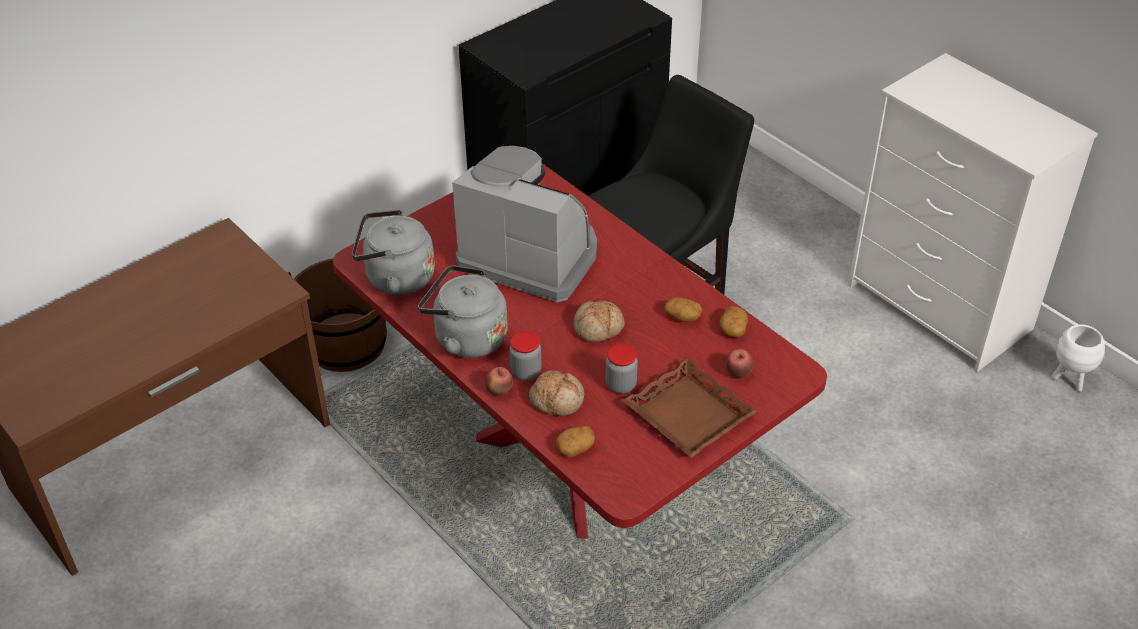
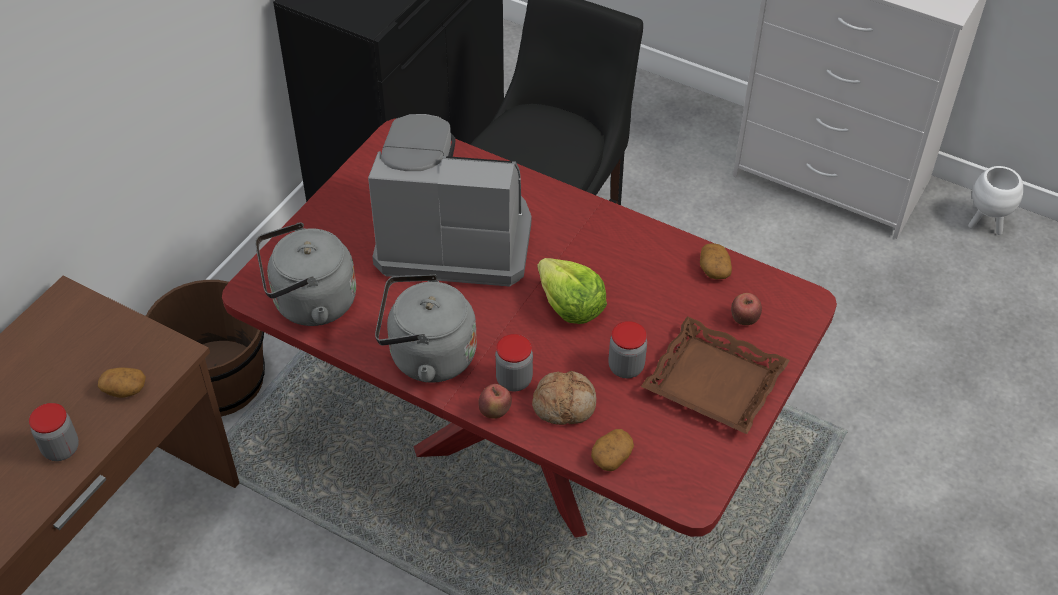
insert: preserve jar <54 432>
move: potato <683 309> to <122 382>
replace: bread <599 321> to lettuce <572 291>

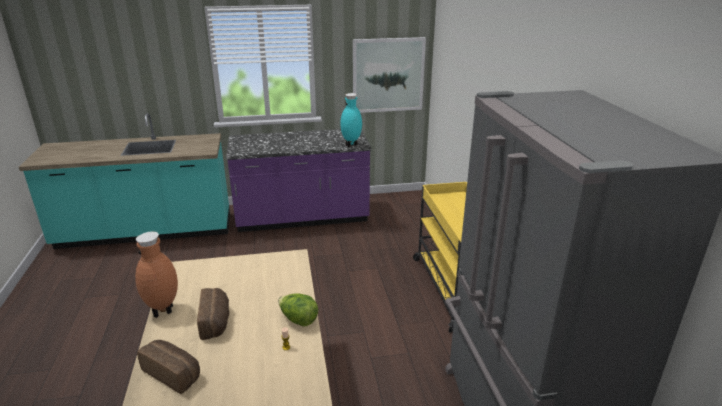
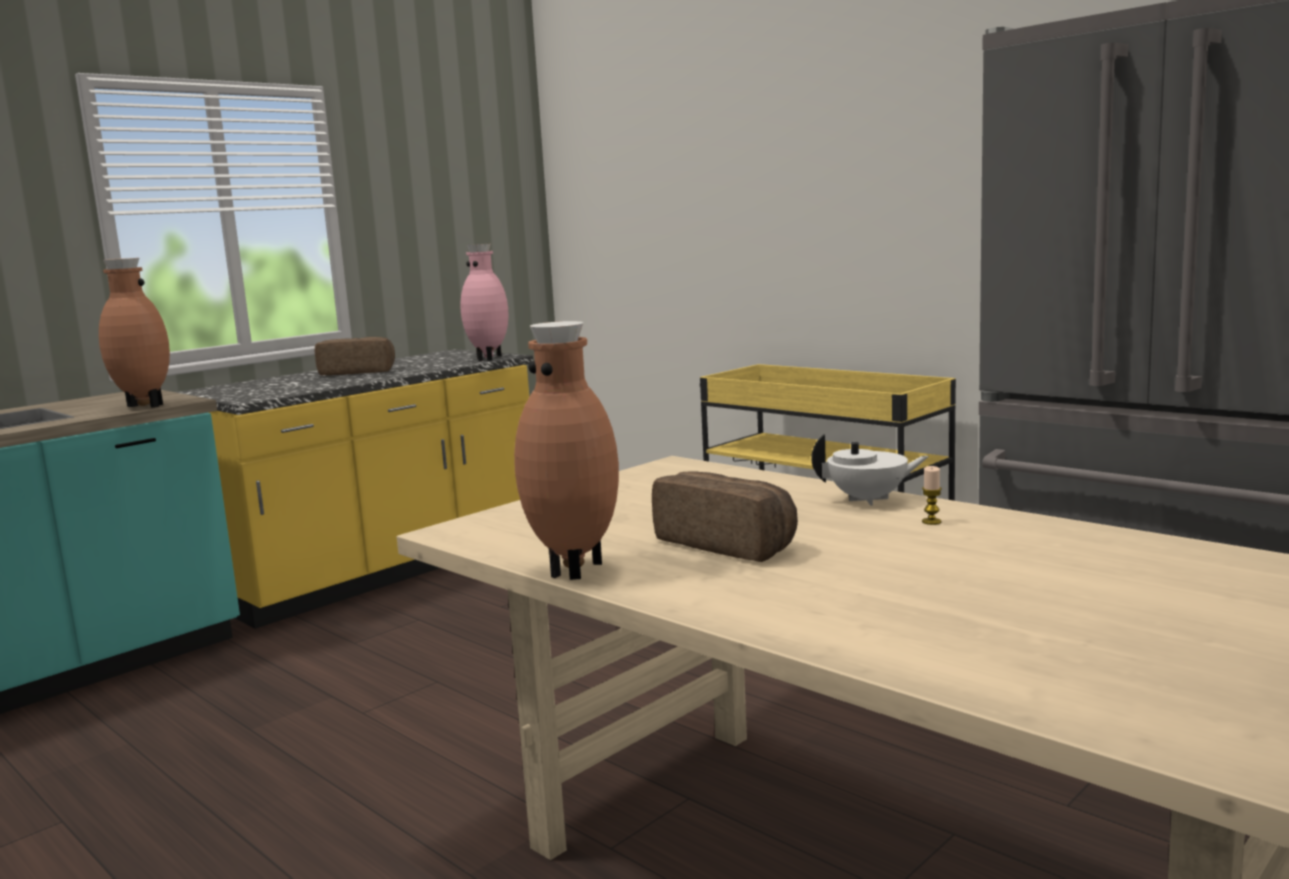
delete: picture <389 75>
insert: brown decorative vase <134 333>
move: bread <168 367> to <355 356>
replace: lettuce <298 309> to white tea pot <870 470>
recolor: purplish kitchen base unit <298 180> to yellow-coloured kitchen base unit <354 489>; turquoise-coloured decorative vase <351 120> to pink-coloured decorative vase <484 302>

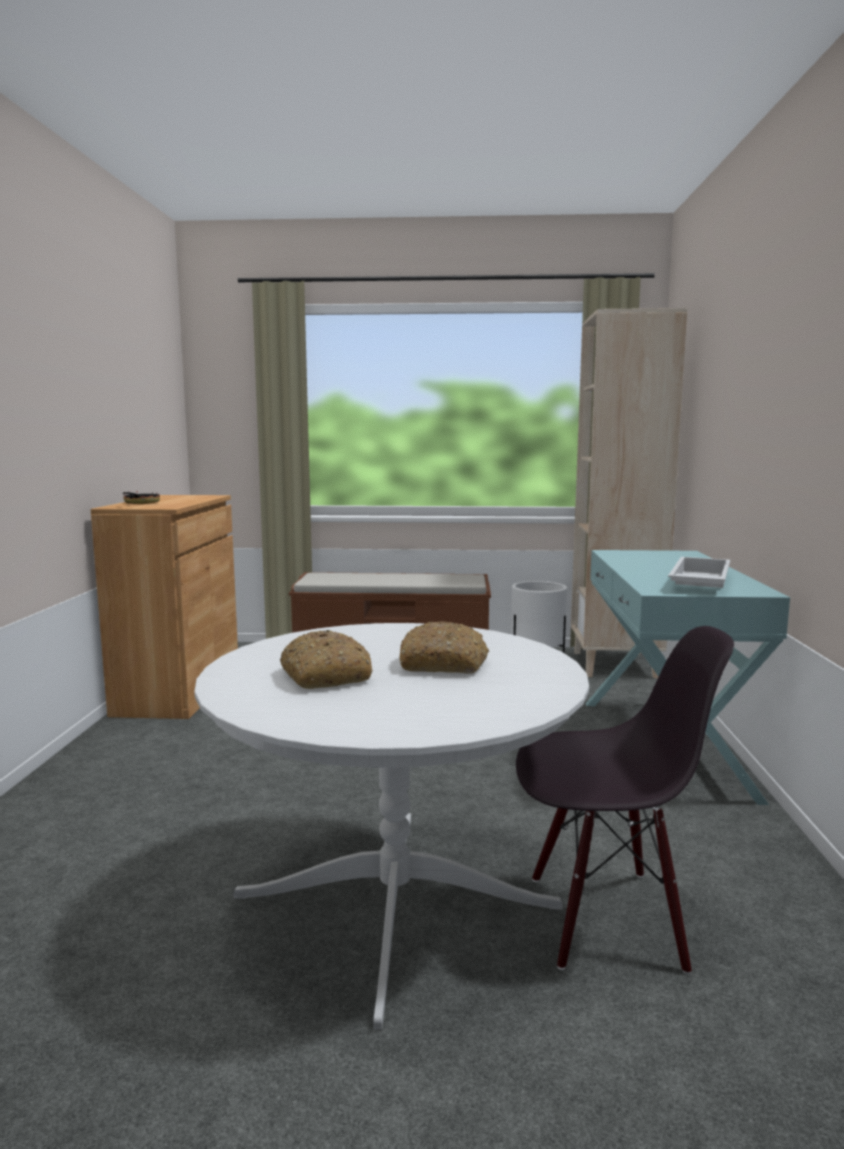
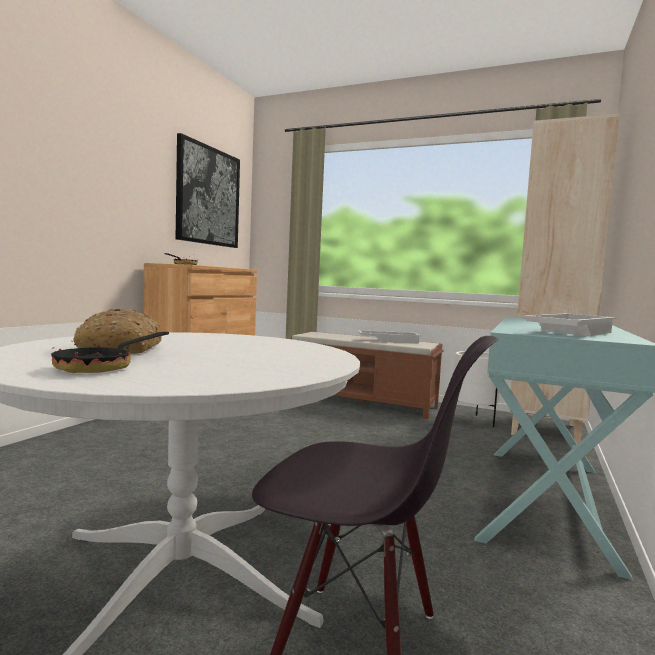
delete: bread <444 647>
insert: frying pan <110 352>; picture <208 190>; white tray <389 337>

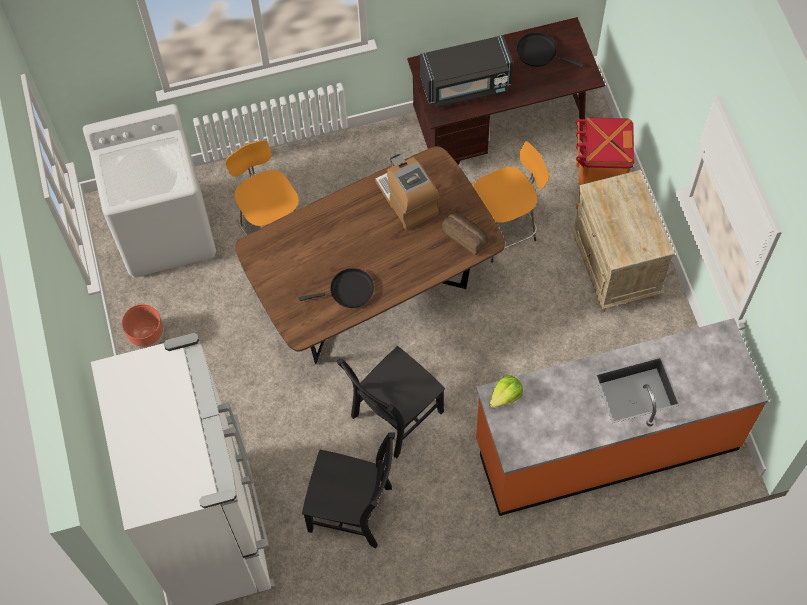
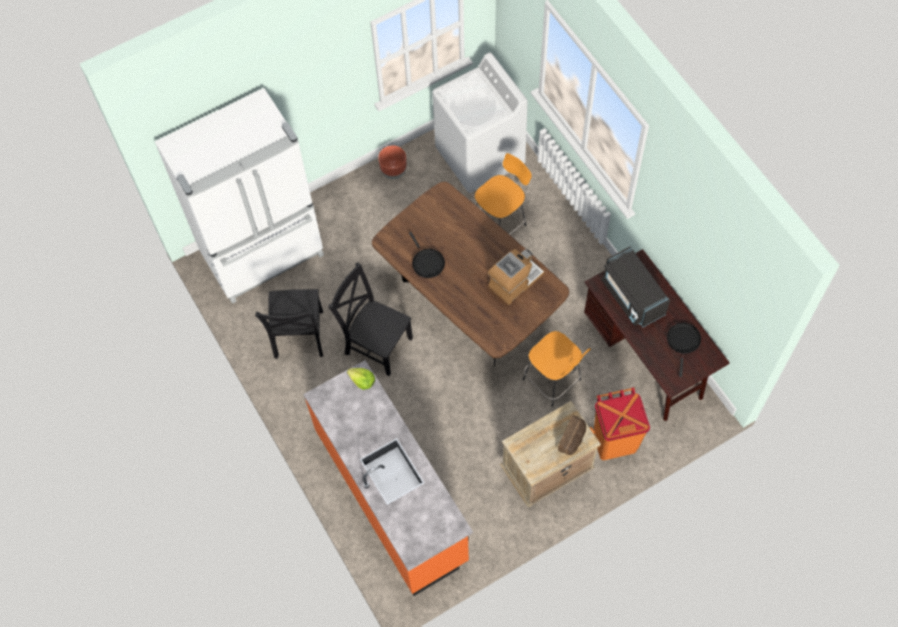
move: bread <465 234> to <572 435>

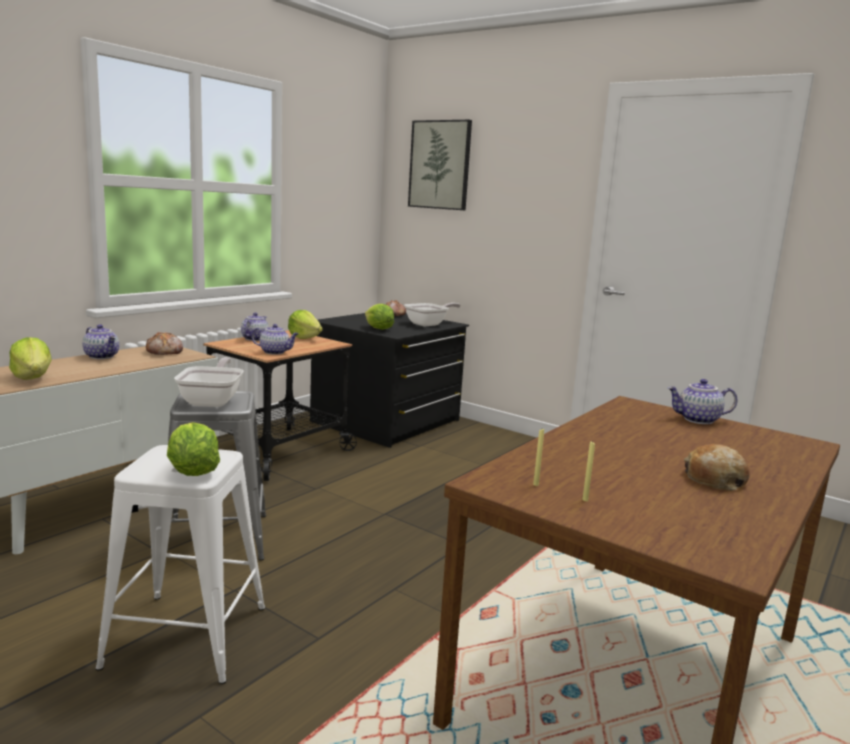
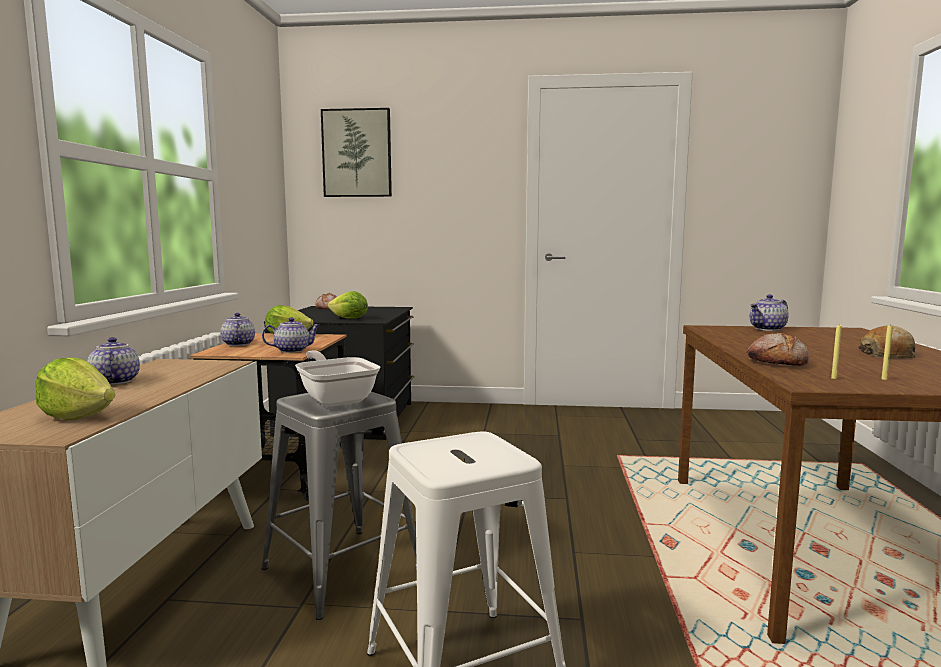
delete: lettuce <193 449>; frying pan <432 315>
move: bread <164 343> to <778 349>
rotate: tea pot <100 341> = <113 361> 120 degrees counterclockwise

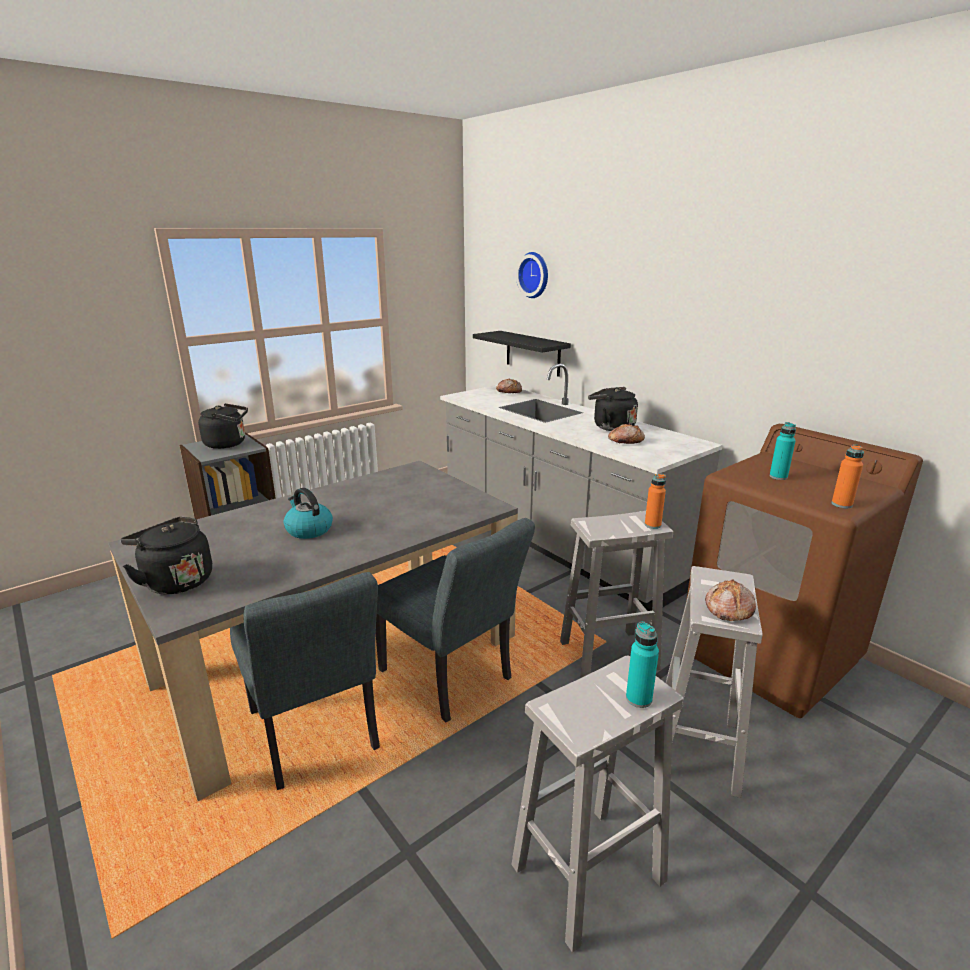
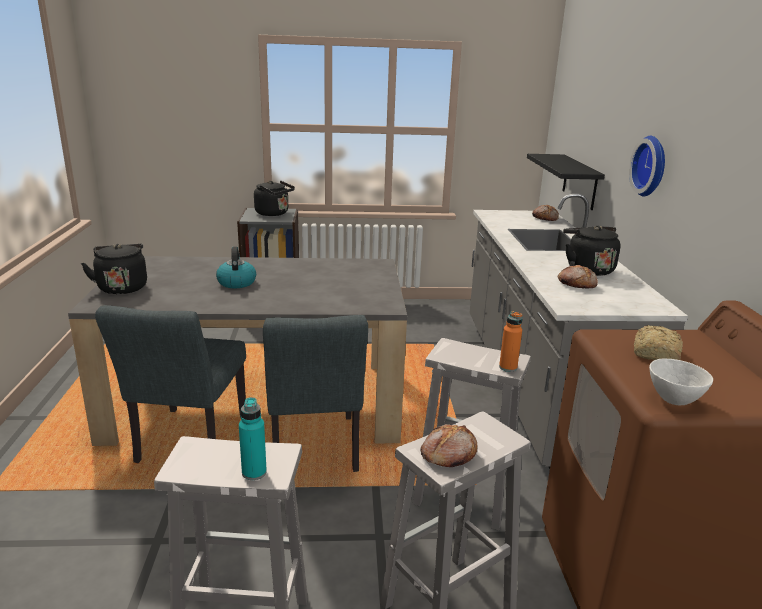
move: clock on the wall <532 275> to <647 166>
replace: turquoise-coloured beverage bottle <783 451> to bread <658 342>; orangey beverage bottle <848 476> to white bowl <681 382>

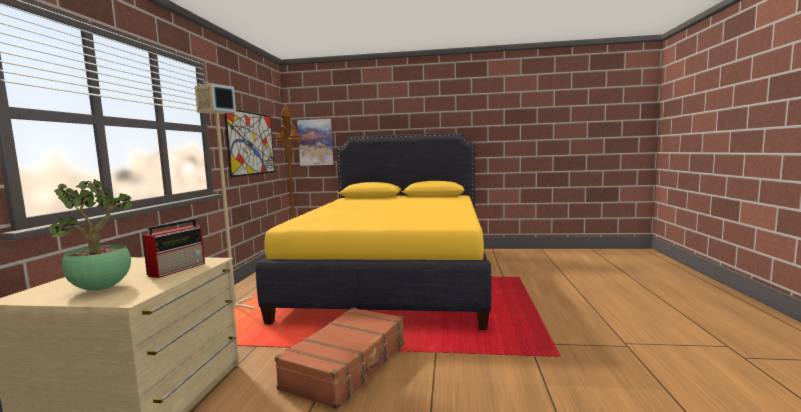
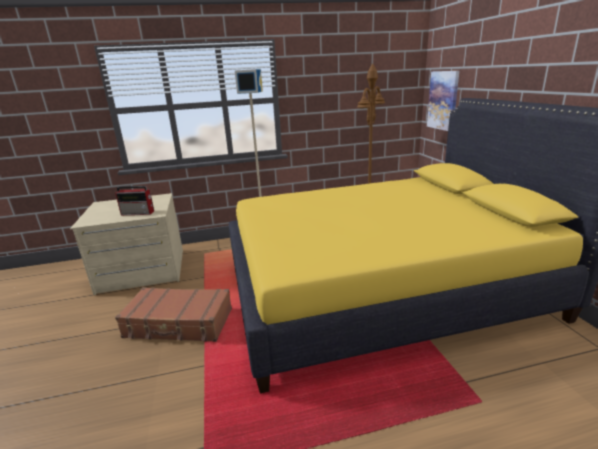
delete: plant in a pot <89 235>; picture <249 144>

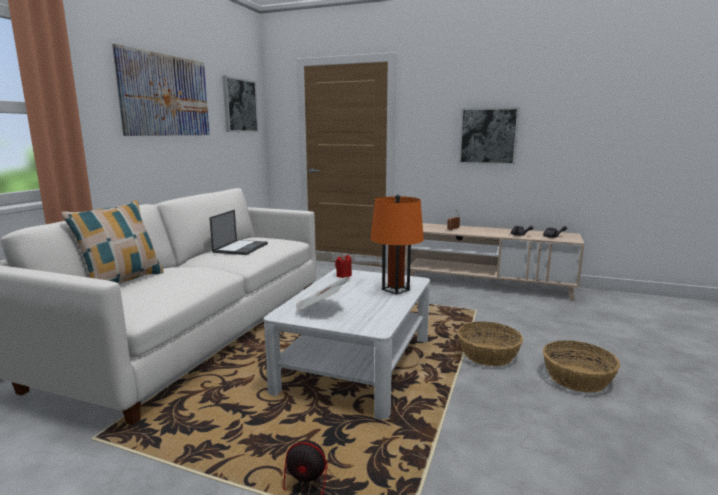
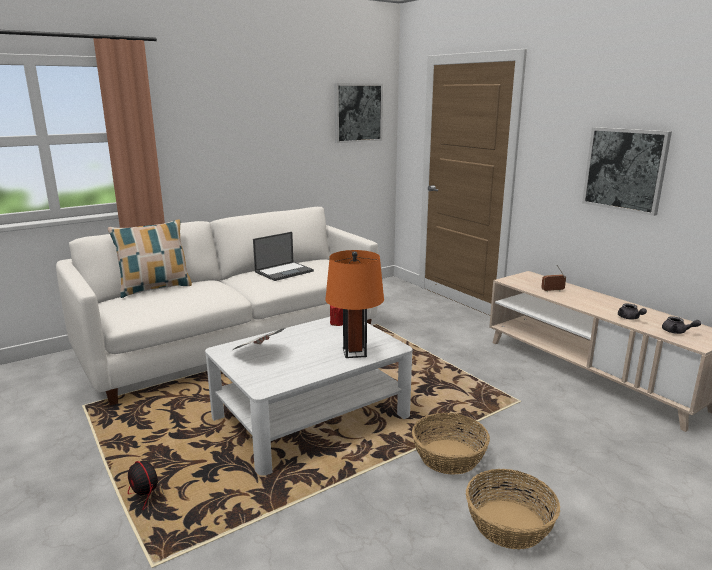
delete: picture <161 90>

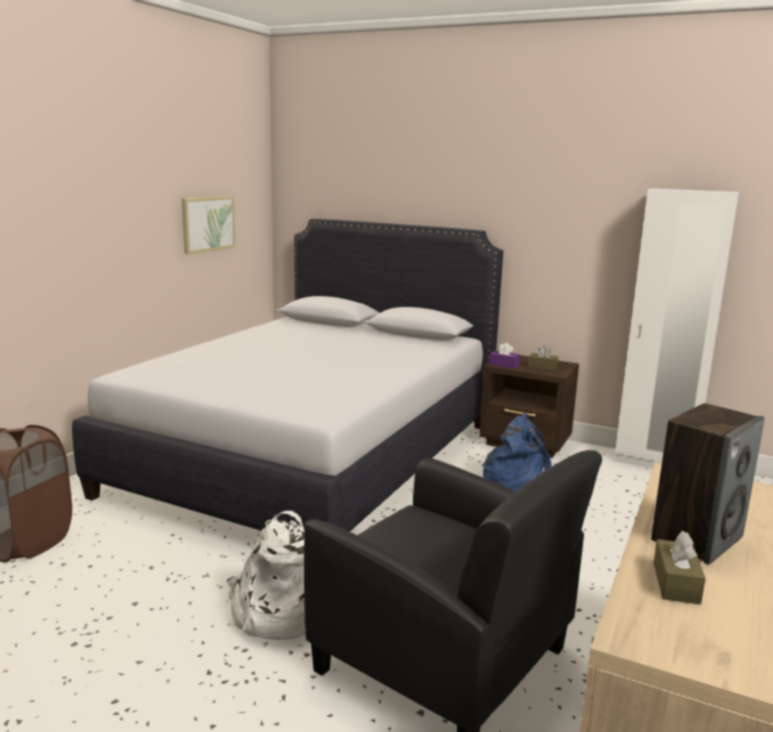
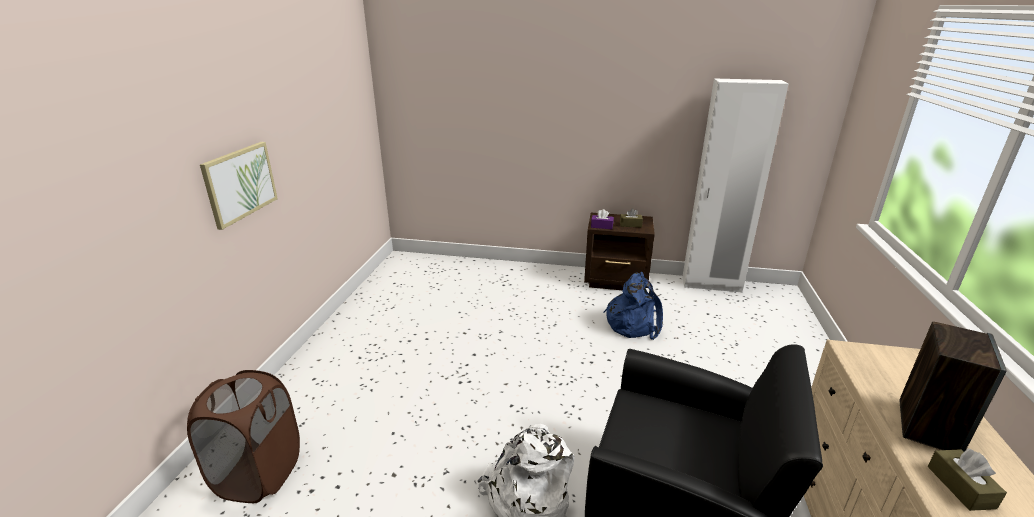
delete: white bed <287 375>
move: picture <209 225> to <239 186>

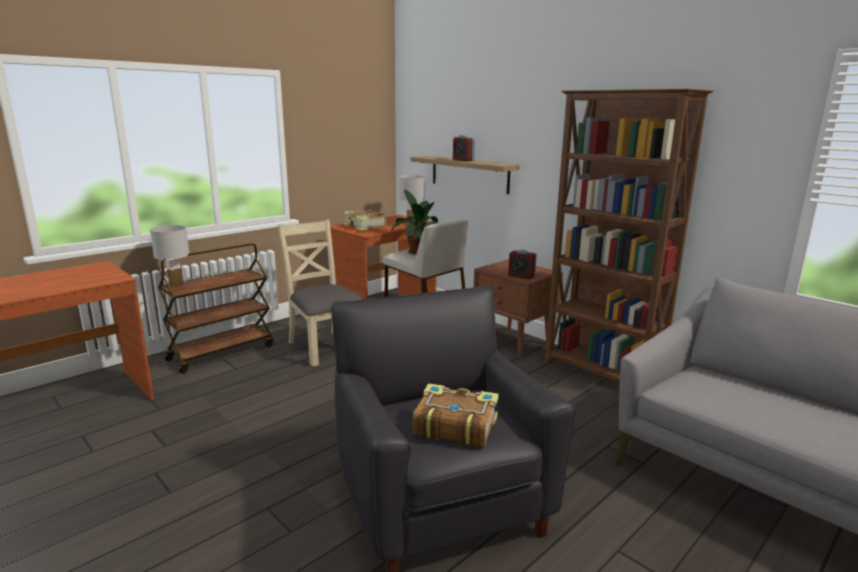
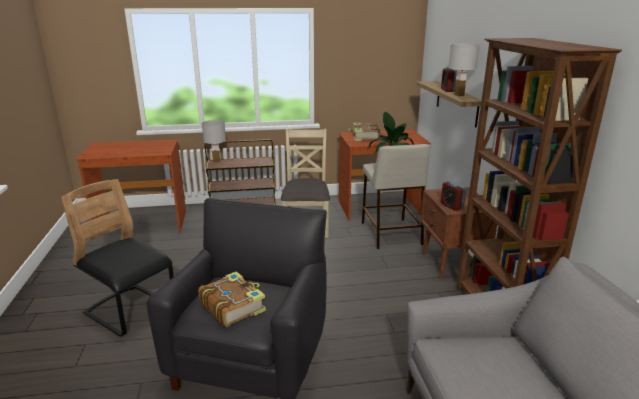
insert: black upright chair <117 258>
move: white lamp for a table <412 200> to <463 69>

